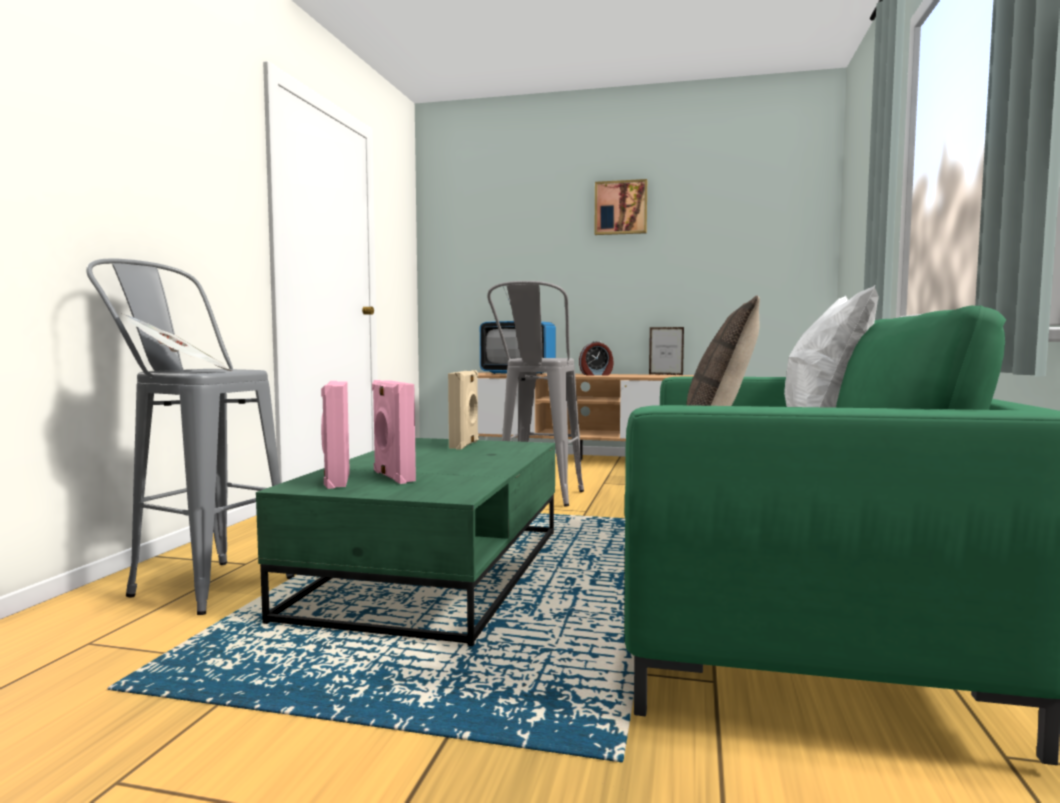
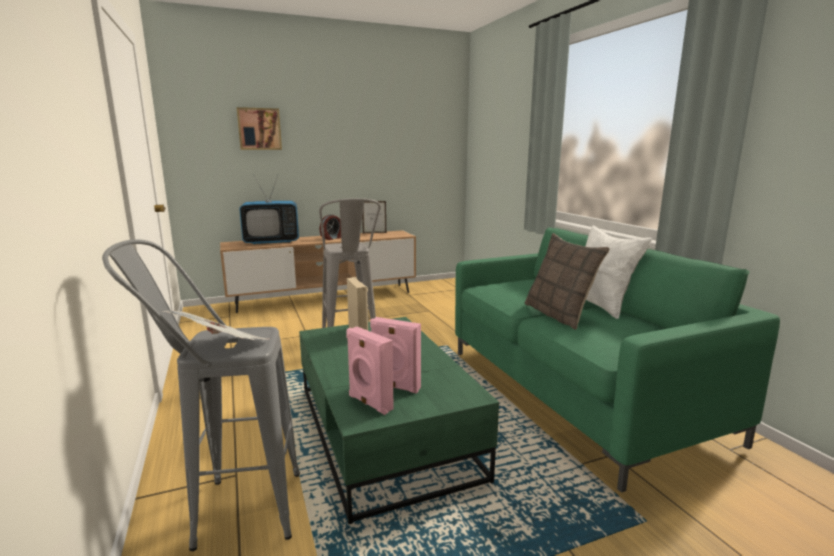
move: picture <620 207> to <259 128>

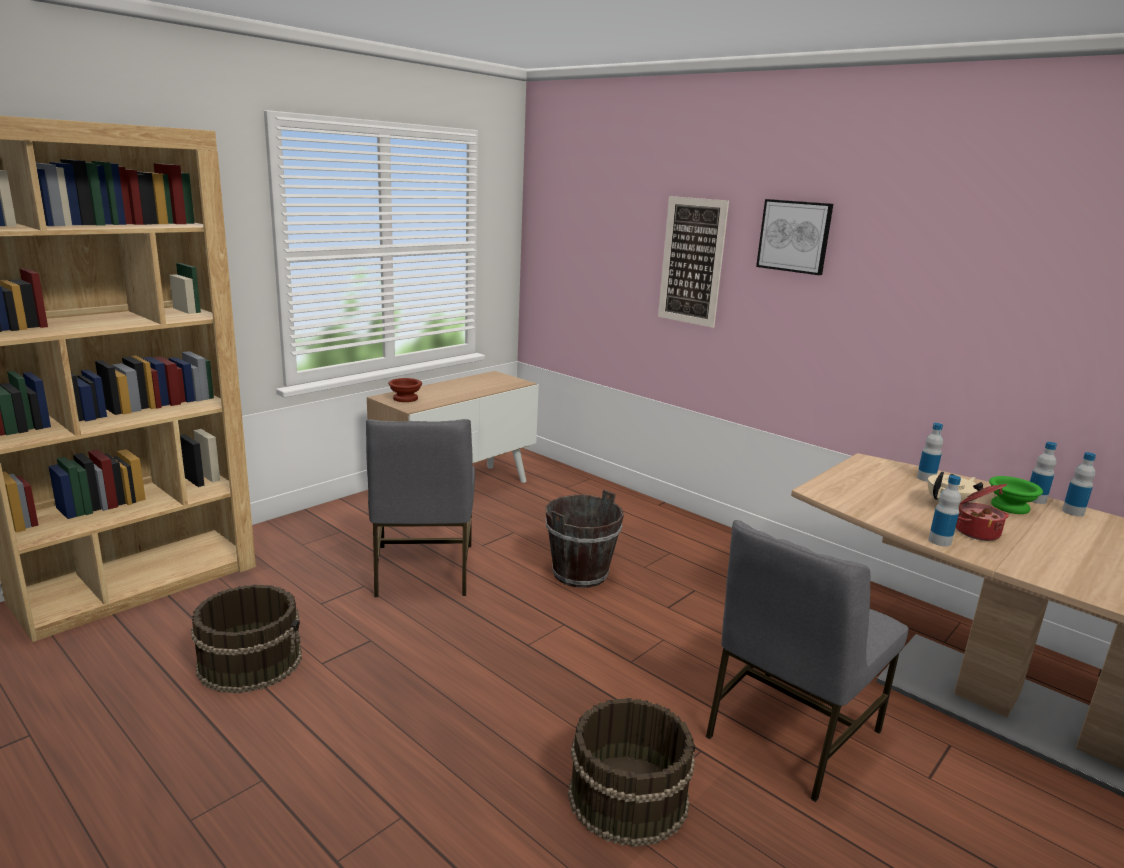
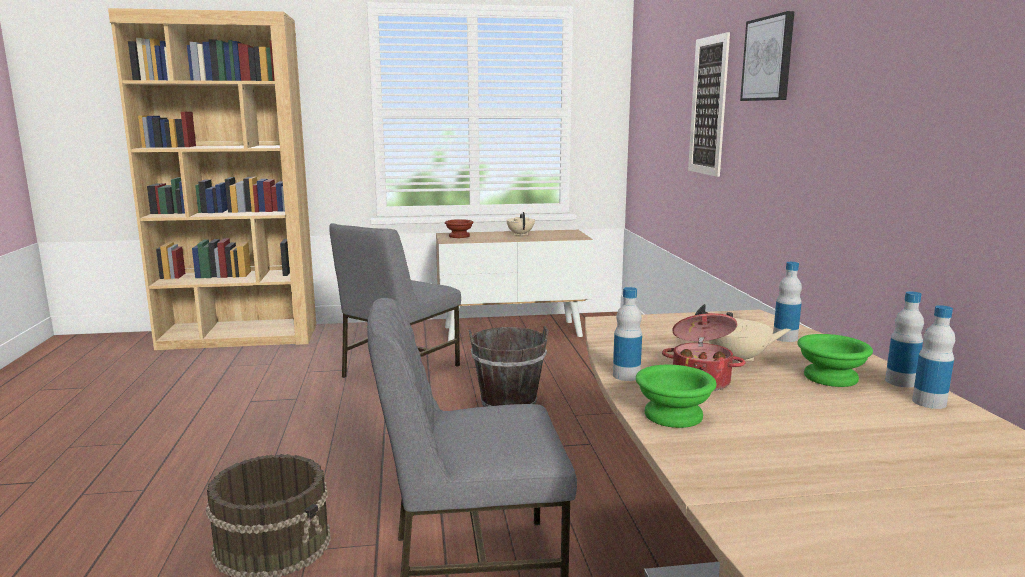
delete: brown bucket <246 638>
insert: beige tea pot <520 224>; greenish bowl <676 396>

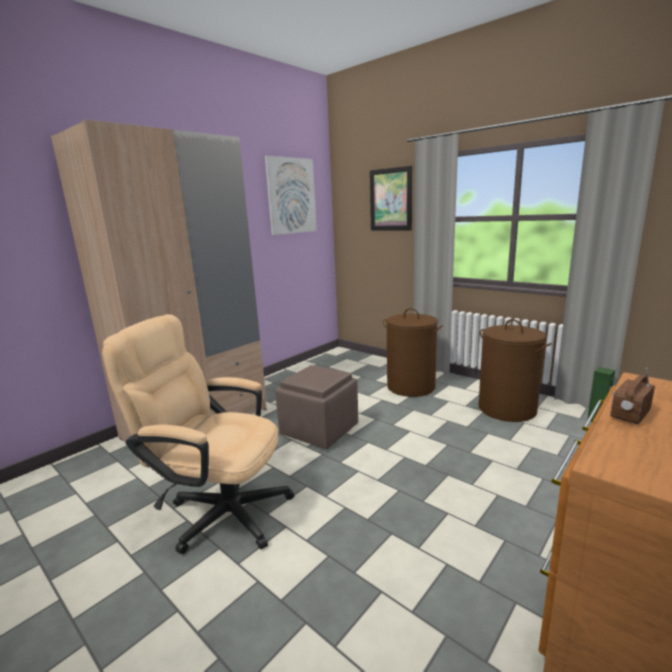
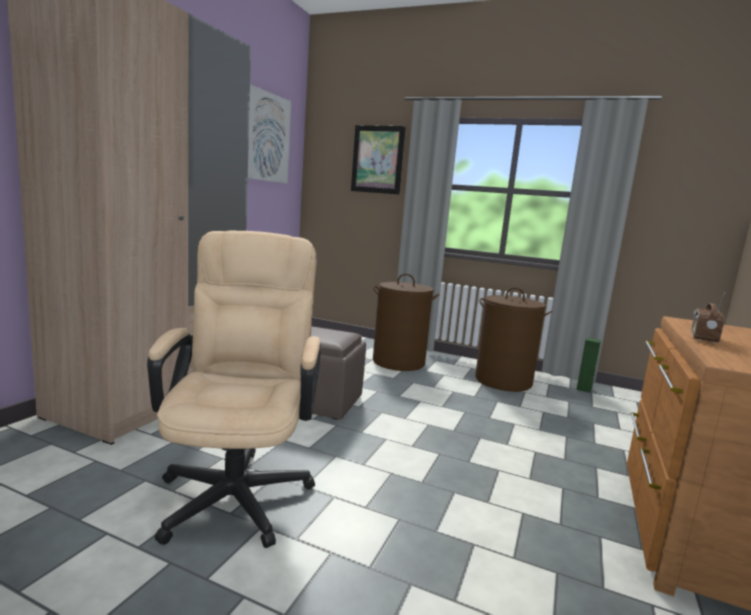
rotate: beige computer chair <198 434> = <234 389> 90 degrees clockwise

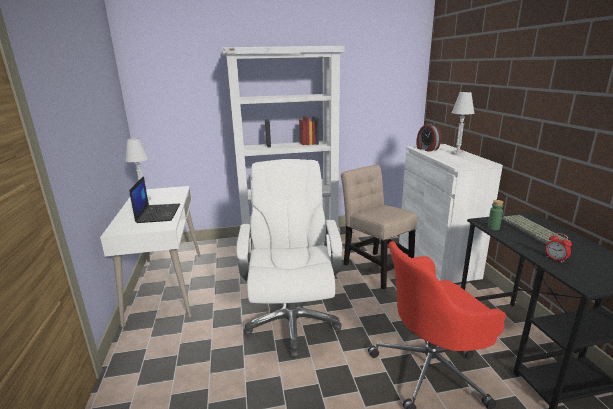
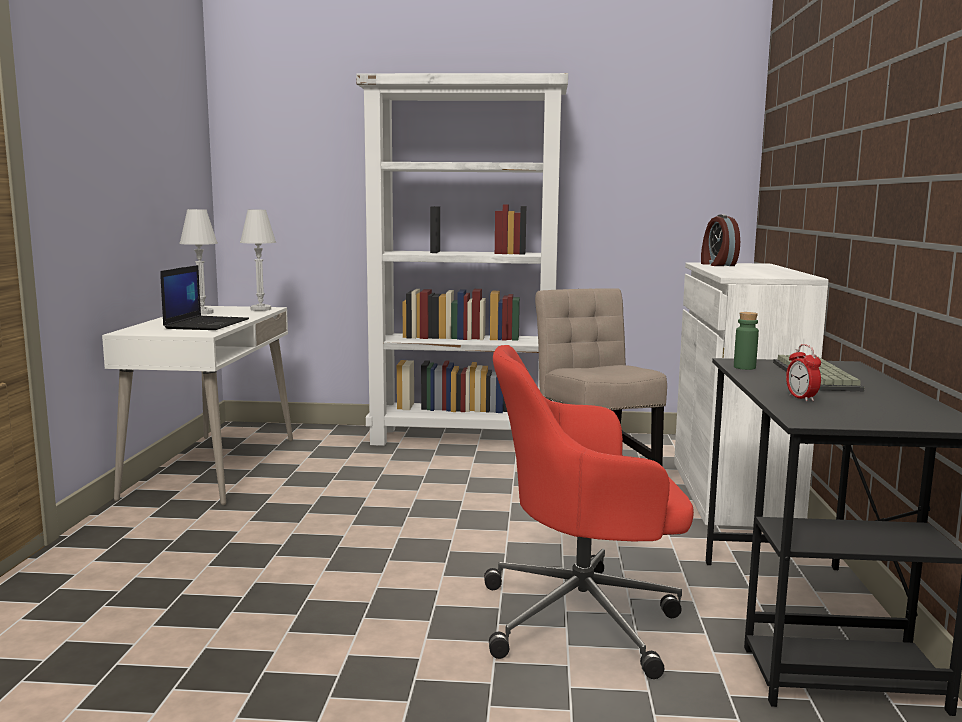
delete: white computer chair <289 258>
move: white lamp for a table <462 123> to <258 260>

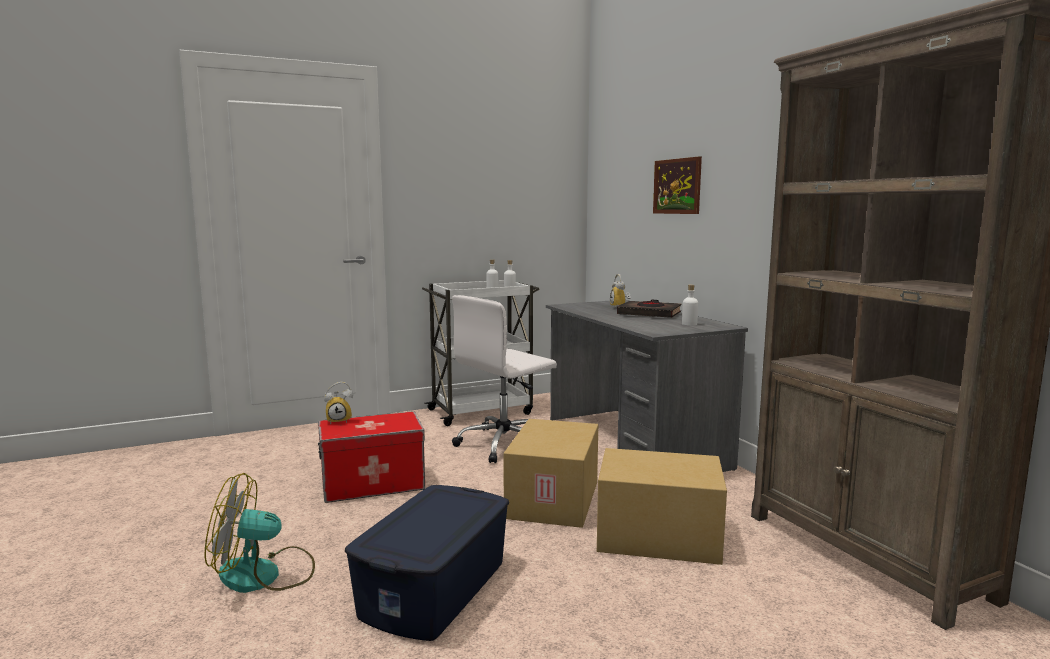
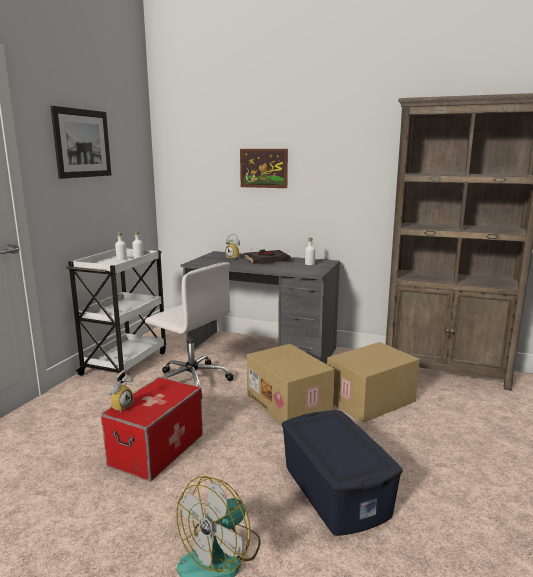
insert: picture <81 142>
rotate: white computer chair <504 379> = <189 330> 60 degrees counterclockwise

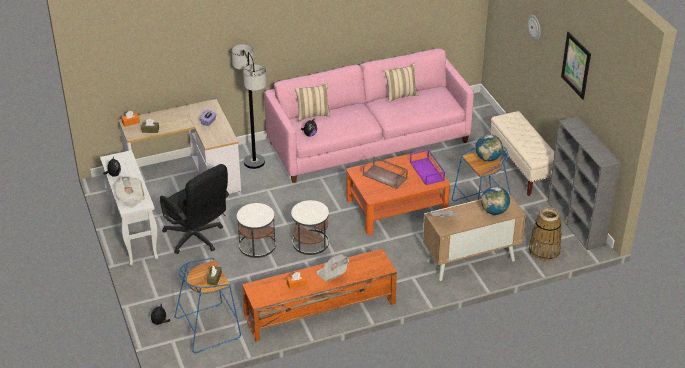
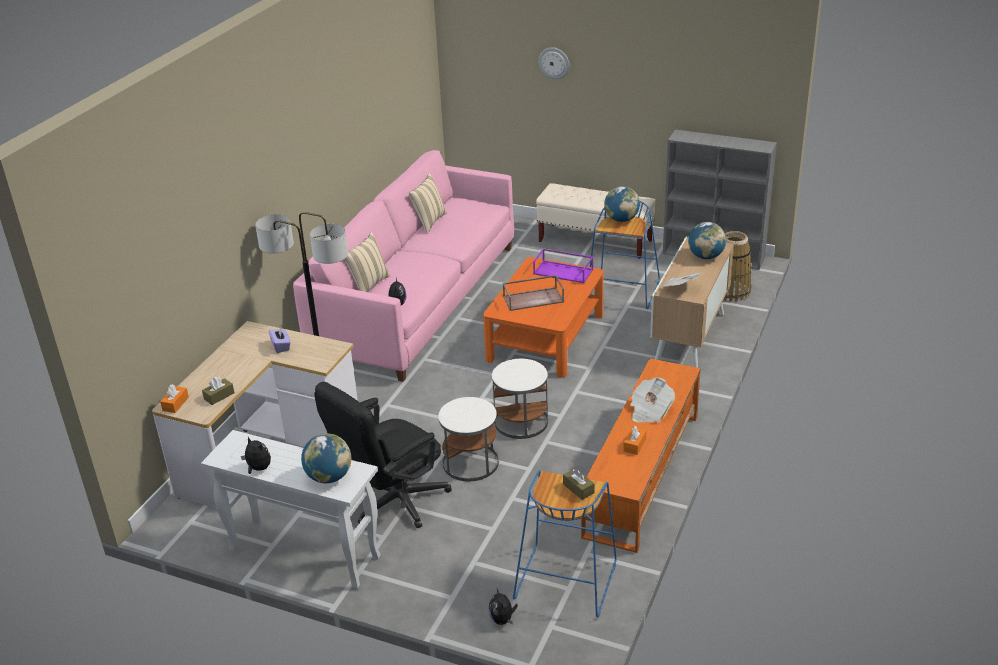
delete: picture <576 65>
replace: newspaper <130 192> to globe <326 458>
rotate: black computer chair <194 209> = <383 455> 135 degrees clockwise

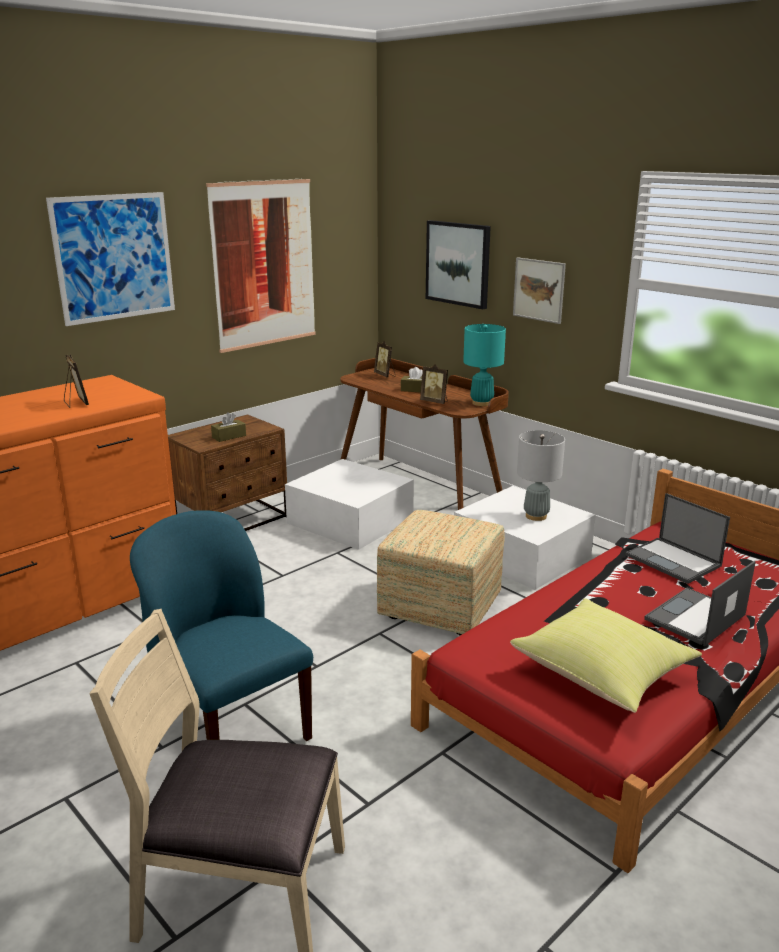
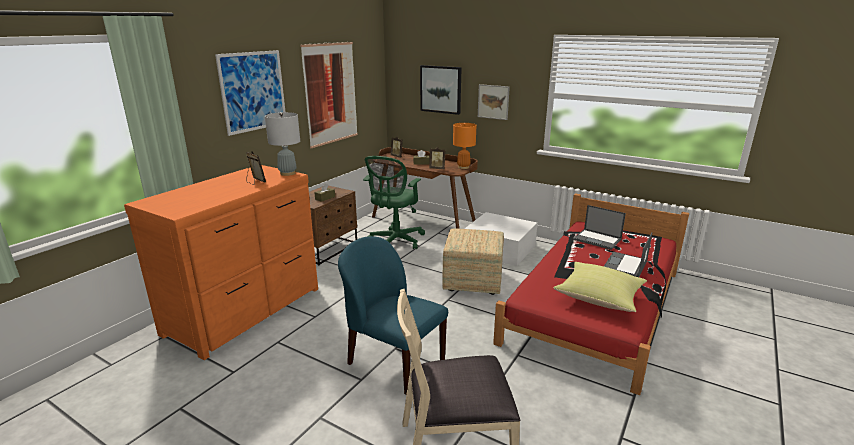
move: gray lamp for a table <541 475> to <282 144>
replace: white storage box <349 504> to greenish computer chair <394 202>
recolor: turquoise-coloured lamp for a table <484 365> to orangey lamp for a table <465 146>

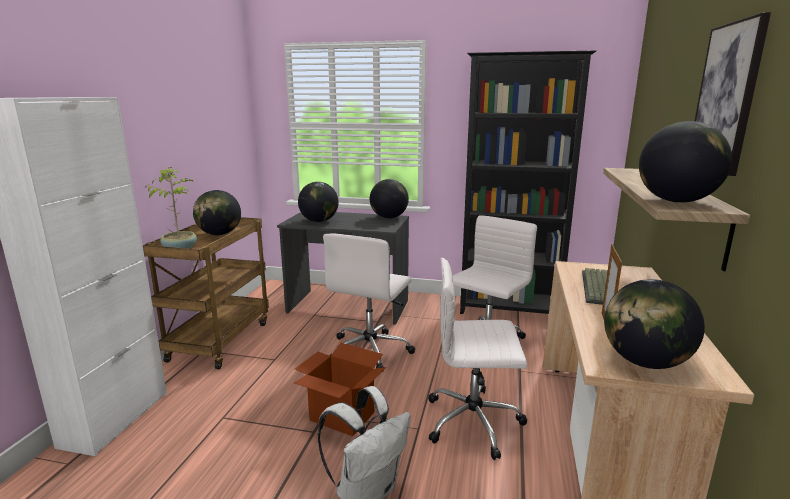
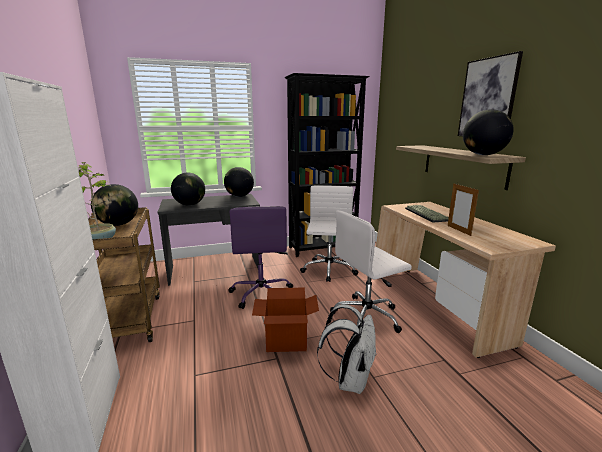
delete: globe <654 324>
recolor: white computer chair <369 302> to purplish computer chair <260 257>

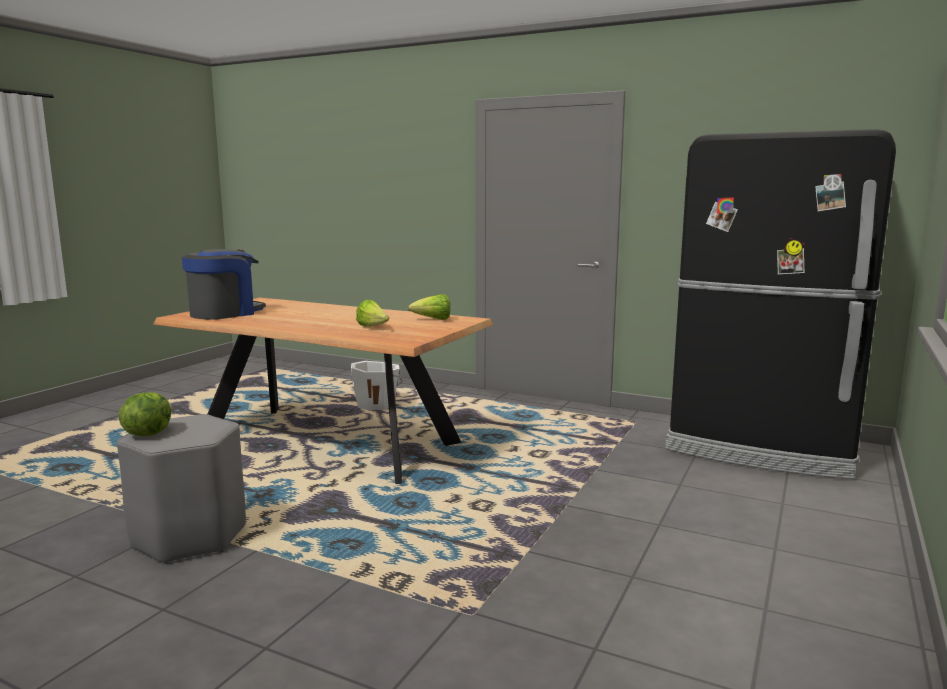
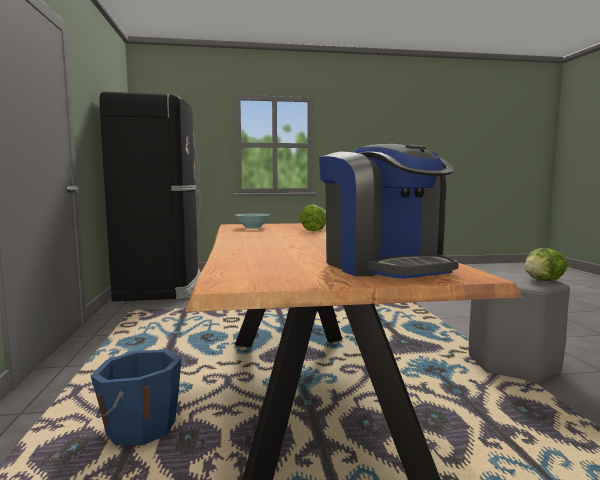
replace: lettuce <429 307> to turquoise-coloured bowl <252 221>
recolor: white bucket <377 385> to blue-coloured bucket <135 397>
rotate: coffee brewer <224 284> = <389 211> 120 degrees counterclockwise

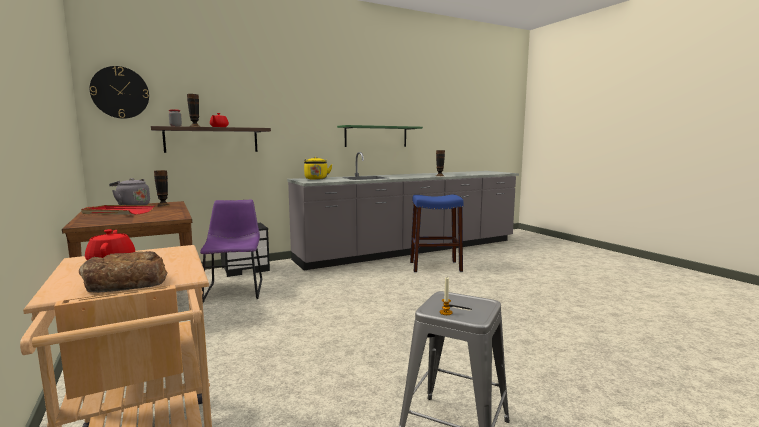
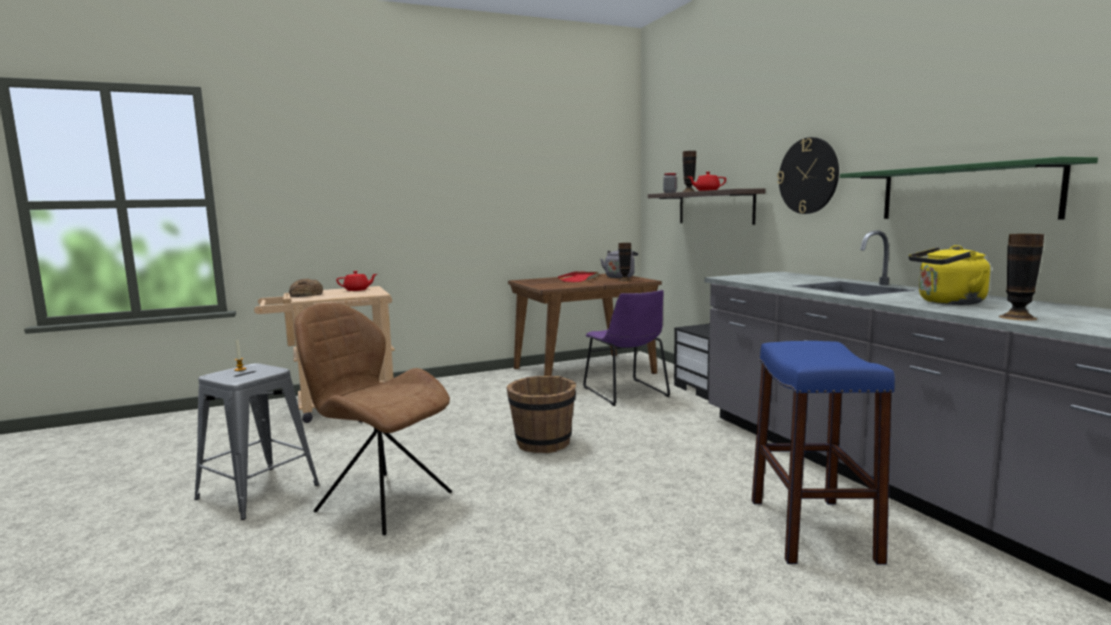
insert: brown upright chair <373 419>; brown bucket <541 414>
move: clock on the wall <119 92> to <808 175>; yellow-coloured tea kettle <318 168> to <949 275>
rotate: purplish upright chair <231 251> = <626 348> 75 degrees clockwise

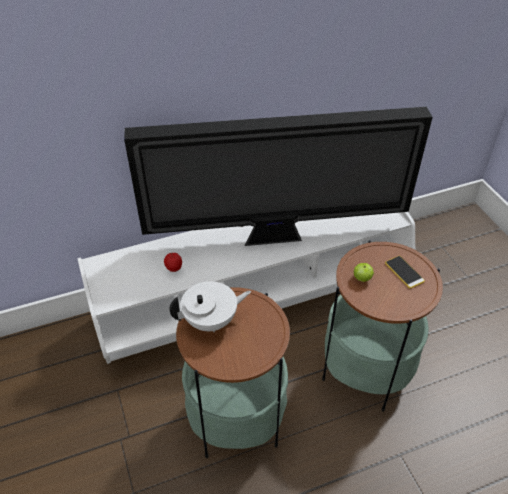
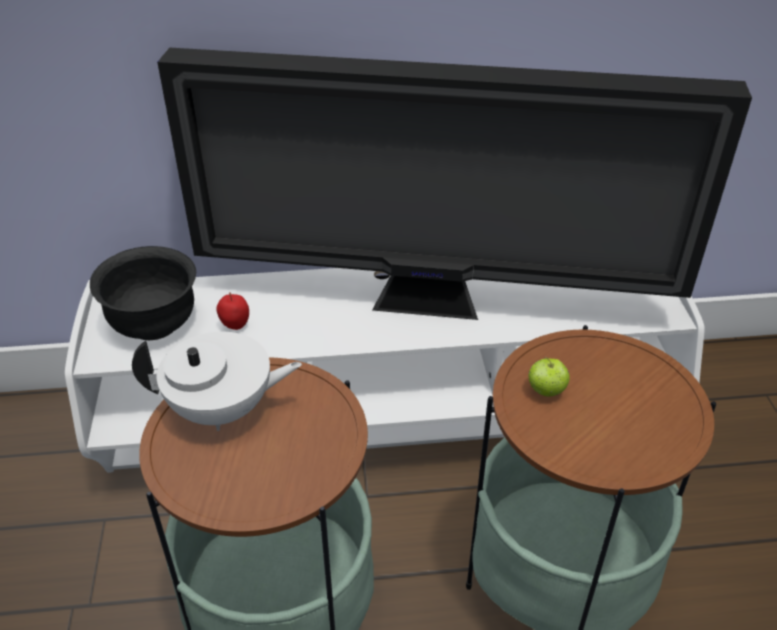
delete: phone <405 272>
insert: black bowl <143 293>

